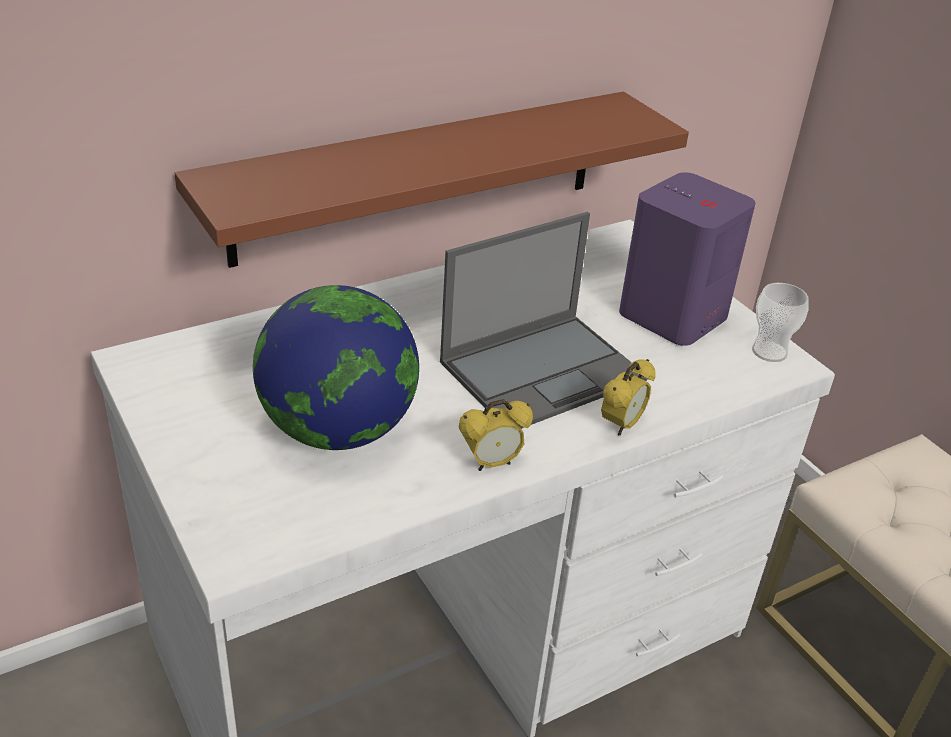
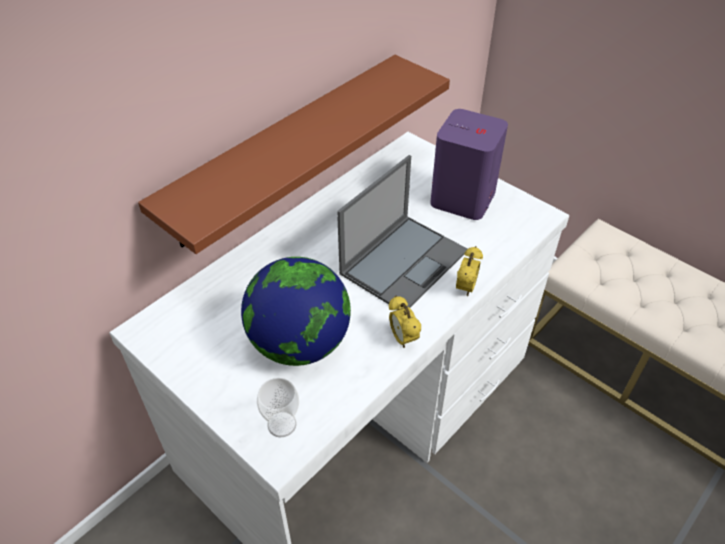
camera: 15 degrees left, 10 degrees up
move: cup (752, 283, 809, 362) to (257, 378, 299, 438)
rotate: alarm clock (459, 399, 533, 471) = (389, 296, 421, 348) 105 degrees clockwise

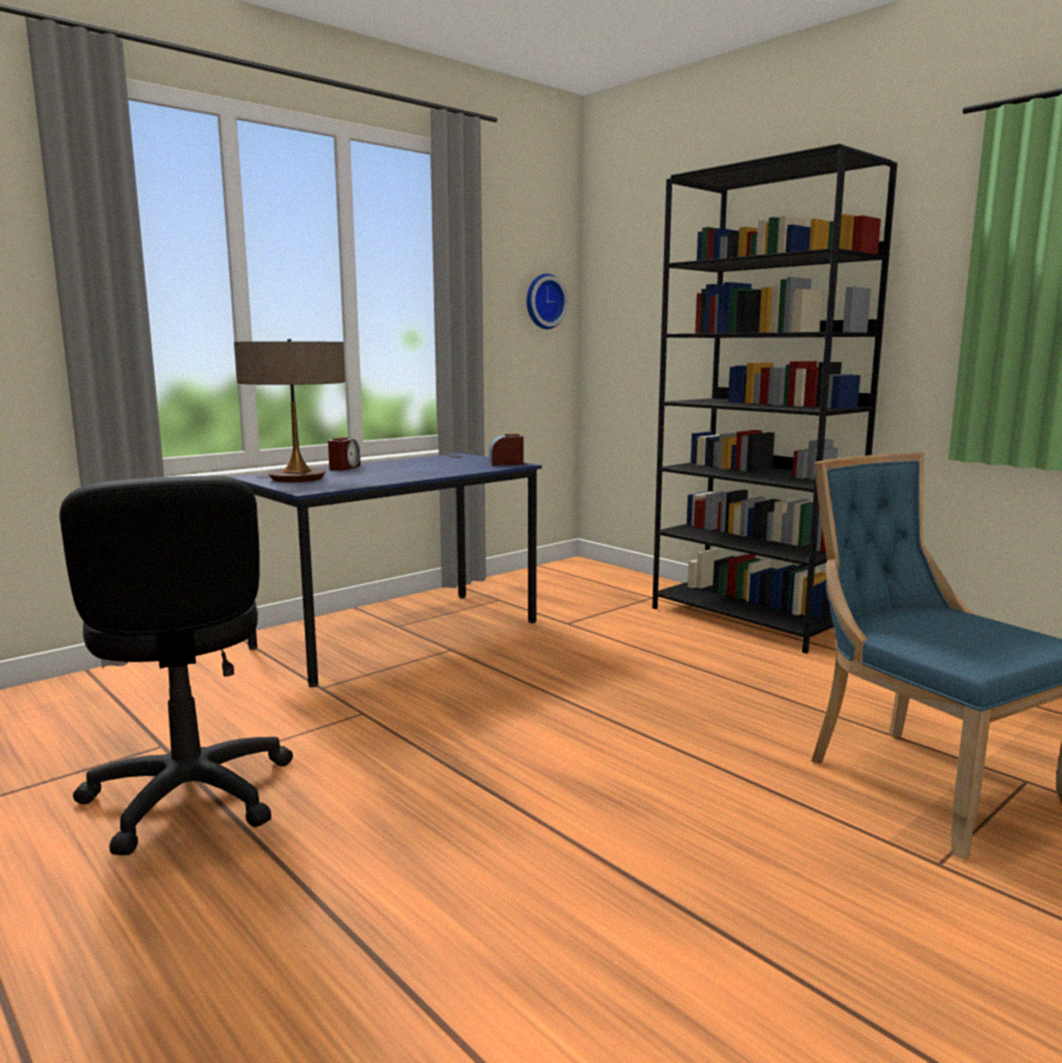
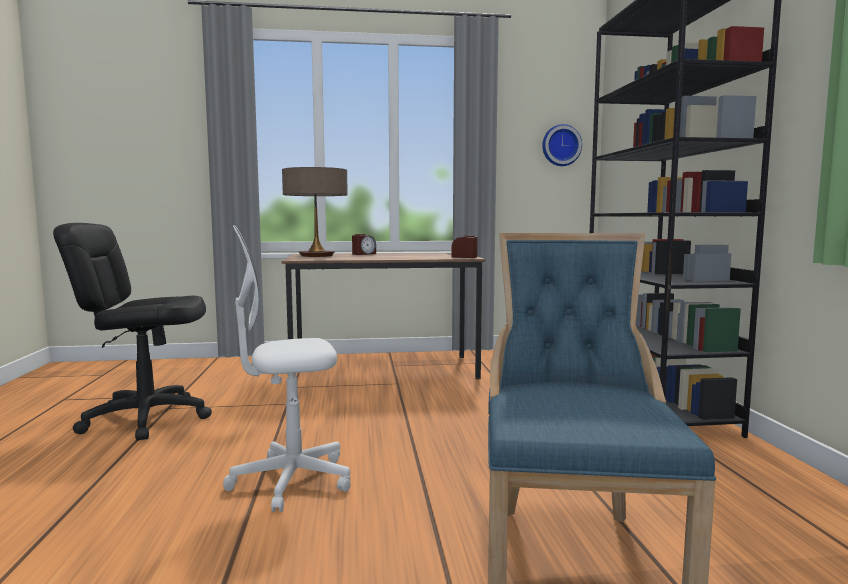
camera: 35 degrees right, 5 degrees down
insert: white office chair (223, 225, 351, 512)
recolor: blue desk (232, 453, 542, 687) to brown desk (282, 253, 486, 380)
rotate: black office chair (60, 476, 293, 856) = (53, 223, 212, 441) 75 degrees clockwise

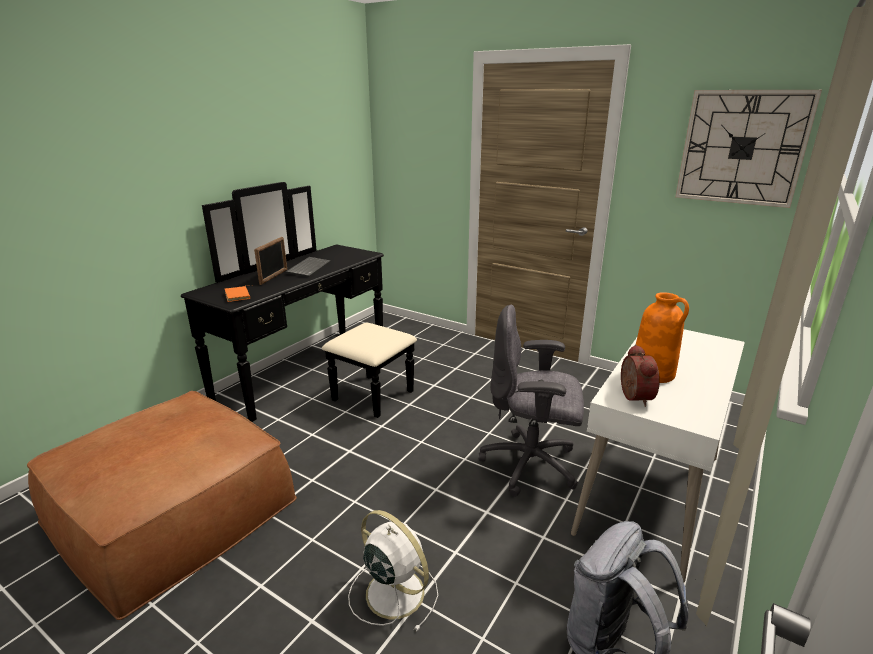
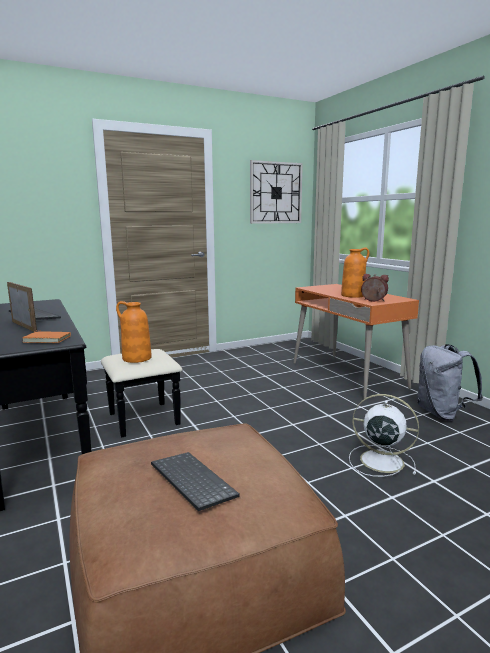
camera: 60 degrees left, 10 degrees down
delete: grey office chair (479, 305, 584, 497)
insert: orange vase (116, 301, 152, 363); keyboard (151, 452, 240, 511)
recolor: white desk (571, 329, 745, 583) to orange desk (293, 284, 419, 399)
rotate: white fan (348, 510, 438, 631) = (349, 394, 419, 477) 45 degrees clockwise

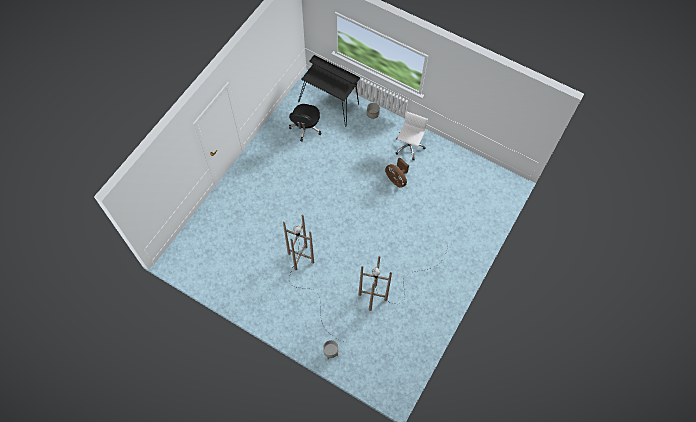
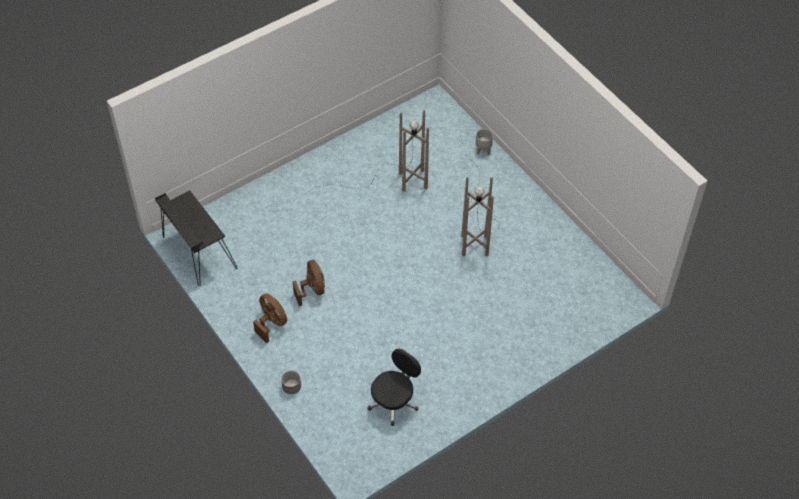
camera: 155 degrees left, 10 degrees down
move: black desk (298, 55, 360, 126) to (155, 190, 237, 286)
replace: white office chair (396, 111, 428, 160) to brown fan (253, 293, 287, 343)

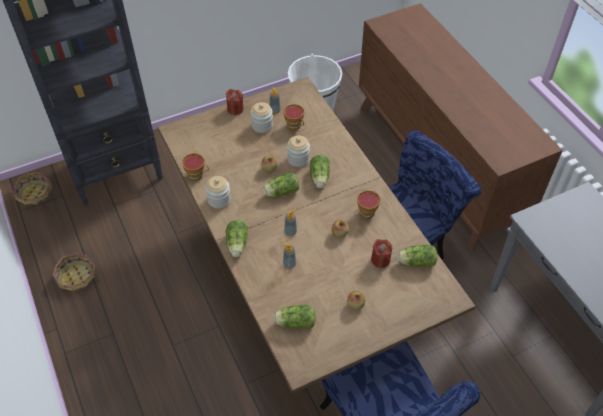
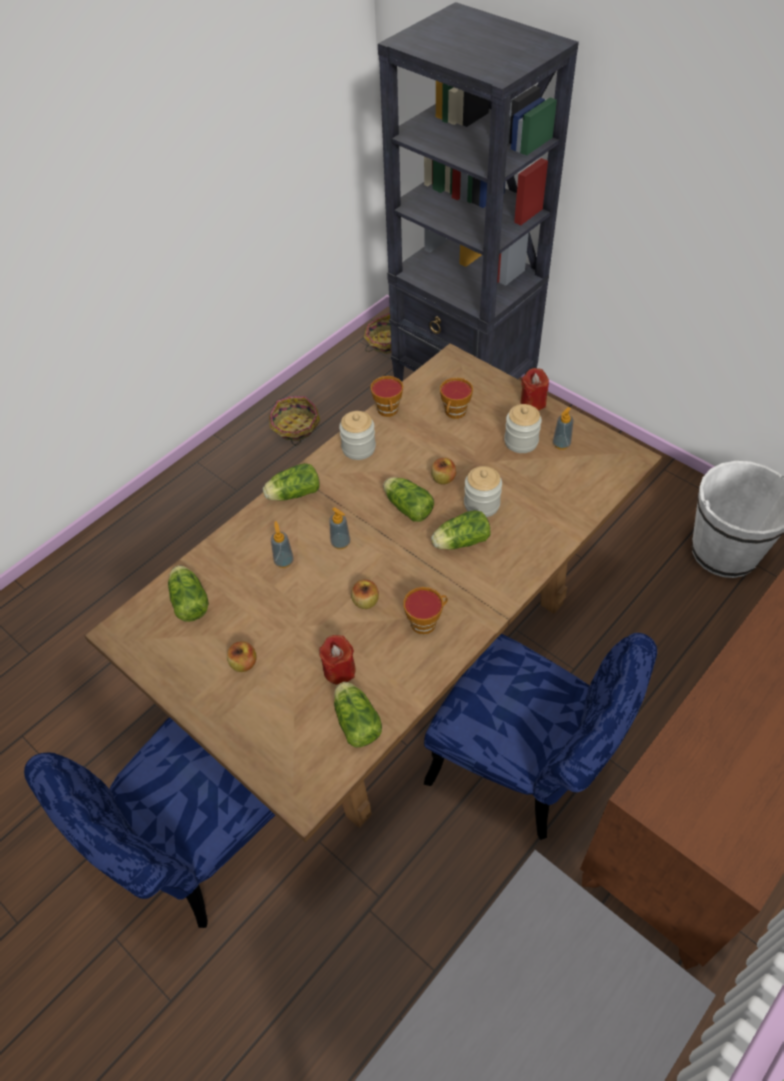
camera: 70 degrees right, 0 degrees up
move: cup (283, 104, 304, 131) to (440, 377, 473, 419)

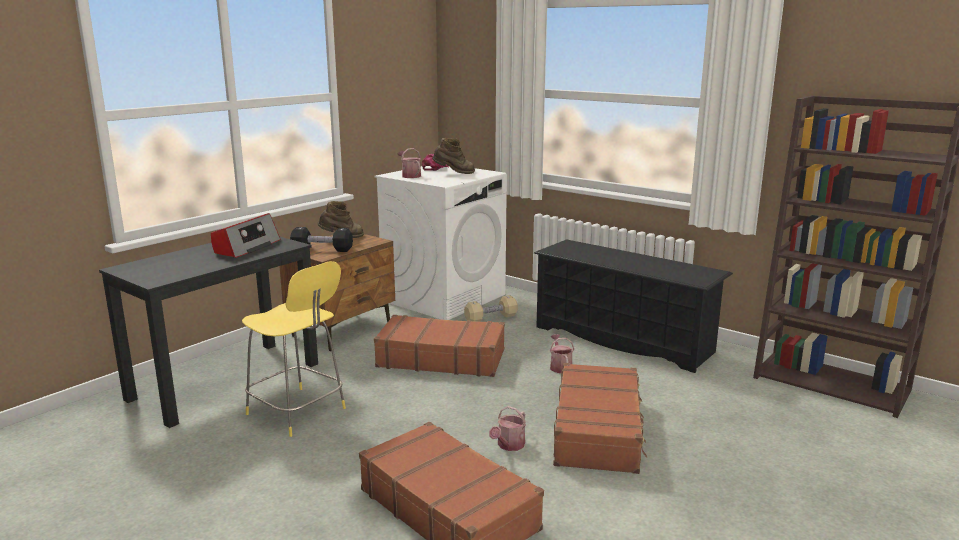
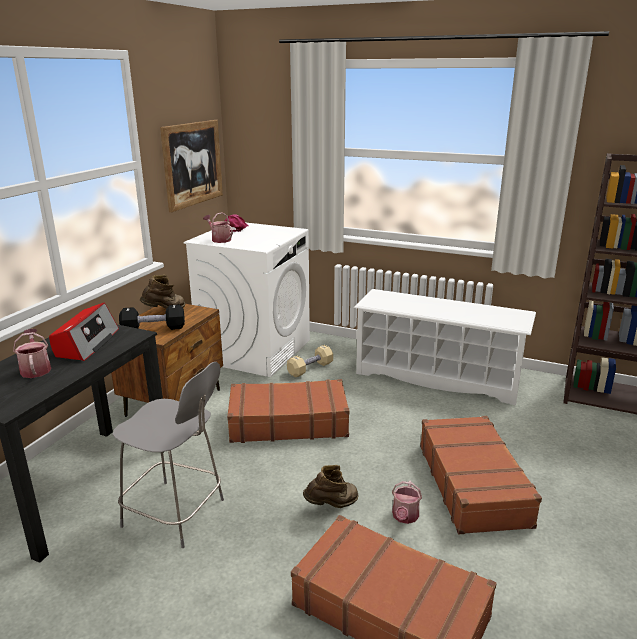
camera: 15 degrees left, 5 degrees up
insert: picture (160, 120, 223, 212)
move: brown boot (432, 138, 475, 174) to (303, 465, 359, 508); watering can (550, 334, 574, 374) to (13, 329, 51, 378)
recolor: black shoe rack (534, 239, 733, 373) to white shoe rack (354, 289, 536, 405); yellow stool (242, 261, 346, 437) to grey stool (113, 362, 224, 548)

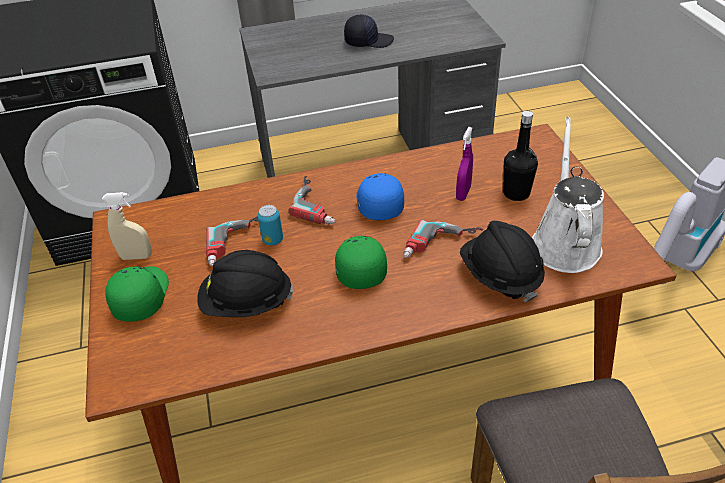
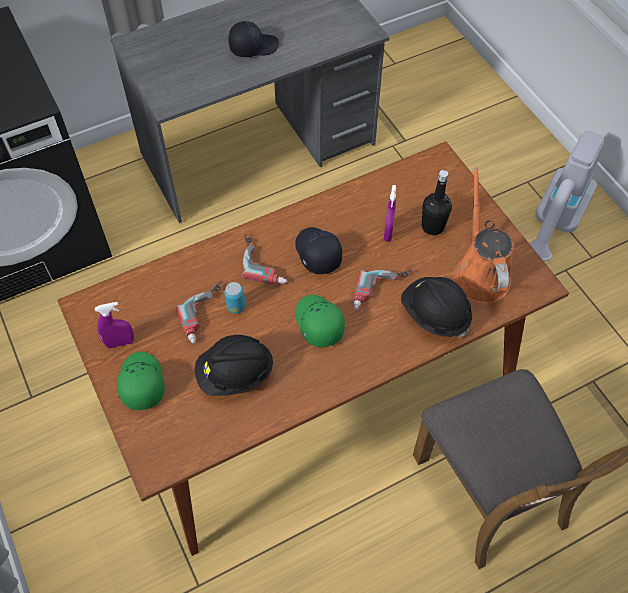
camera: 15 degrees left, 15 degrees up
recolor: white watering can (532, 117, 604, 273) to orange watering can (453, 168, 513, 304); blue cap (356, 173, 404, 220) to black cap (295, 227, 342, 274); beige spray bottle (102, 192, 152, 260) to purple spray bottle (95, 302, 134, 348)

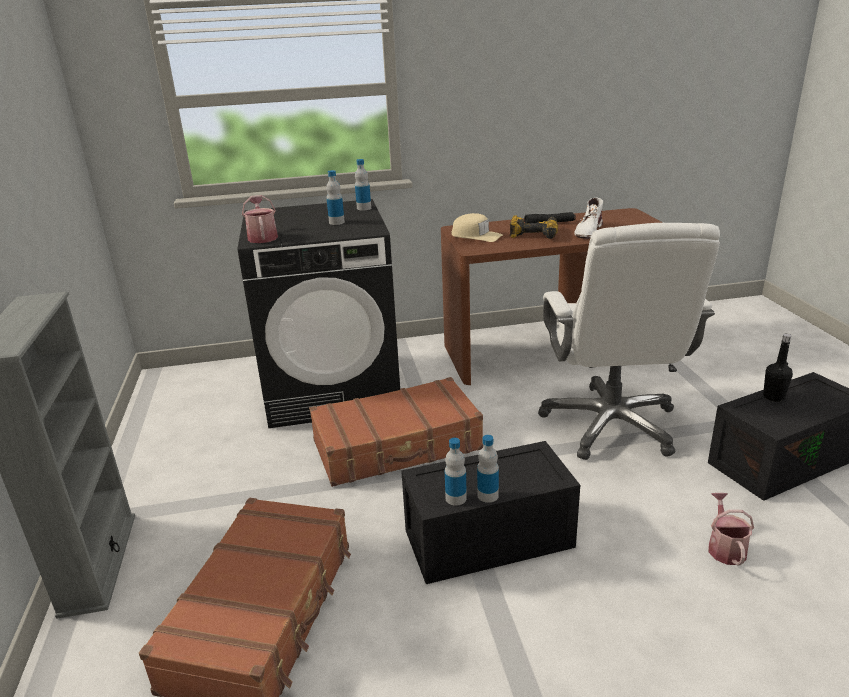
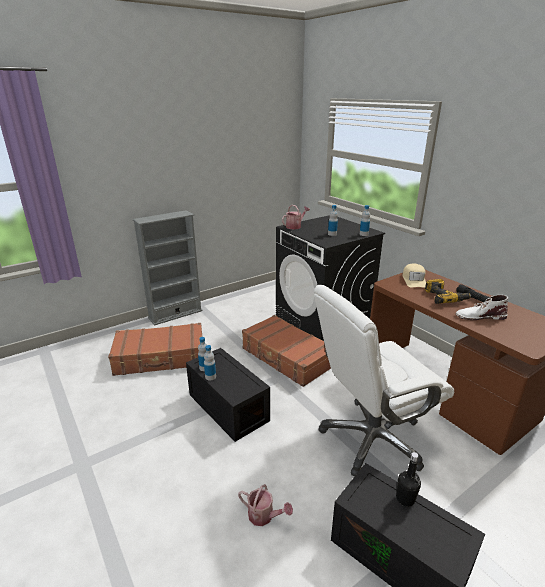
camera: 65 degrees right, 0 degrees up
rotate: watering can (708, 493, 754, 566) = (238, 484, 293, 526) 45 degrees clockwise

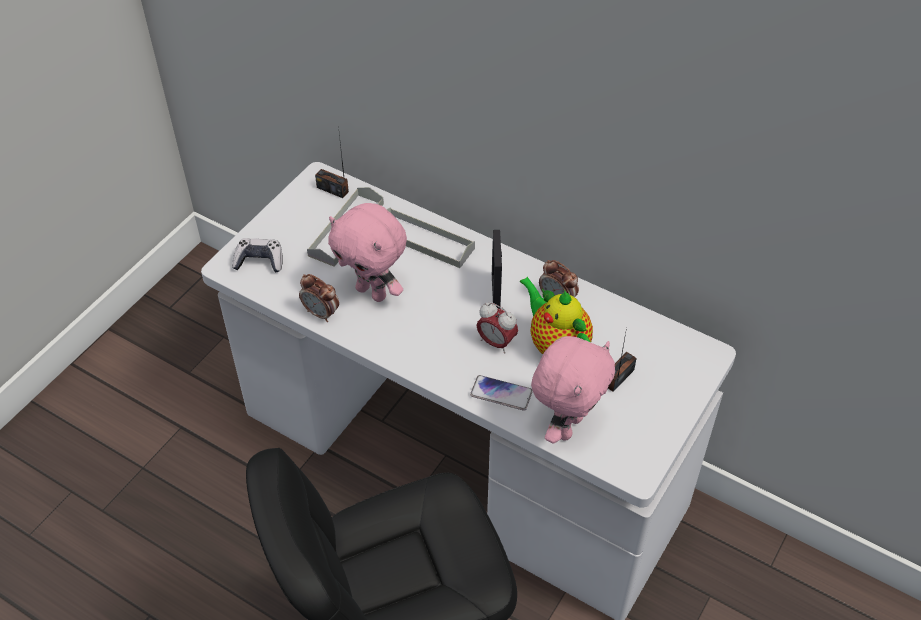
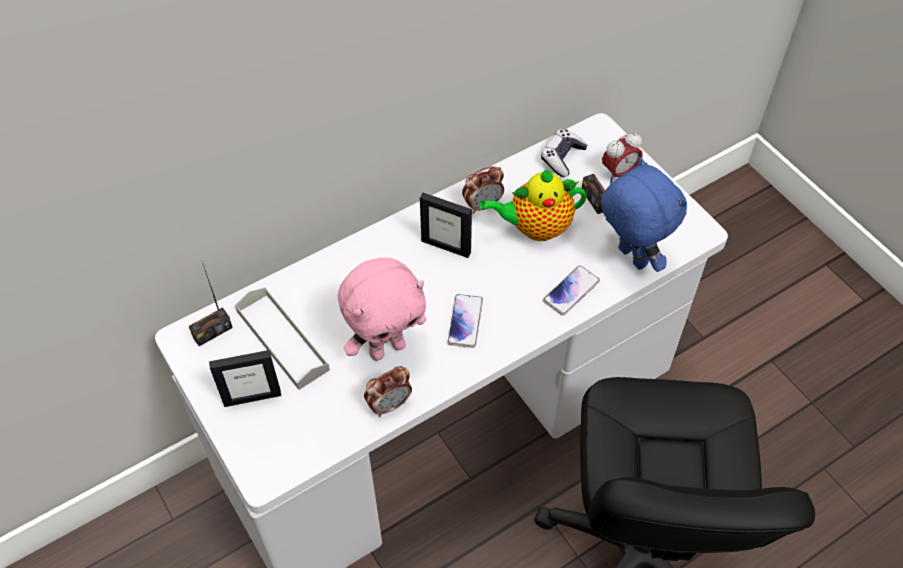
camera: 65 degrees left, 5 degrees up
delete: grey tray (387, 207, 475, 268)
insert: phone (448, 294, 483, 348); picture frame (209, 350, 281, 407)
move: game controller (232, 238, 282, 273) to (541, 129, 588, 177); alarm clock (477, 303, 518, 353) to (602, 132, 643, 182)
recolor: pink plush toy (531, 336, 615, 443) to blue plush toy (601, 157, 687, 272)

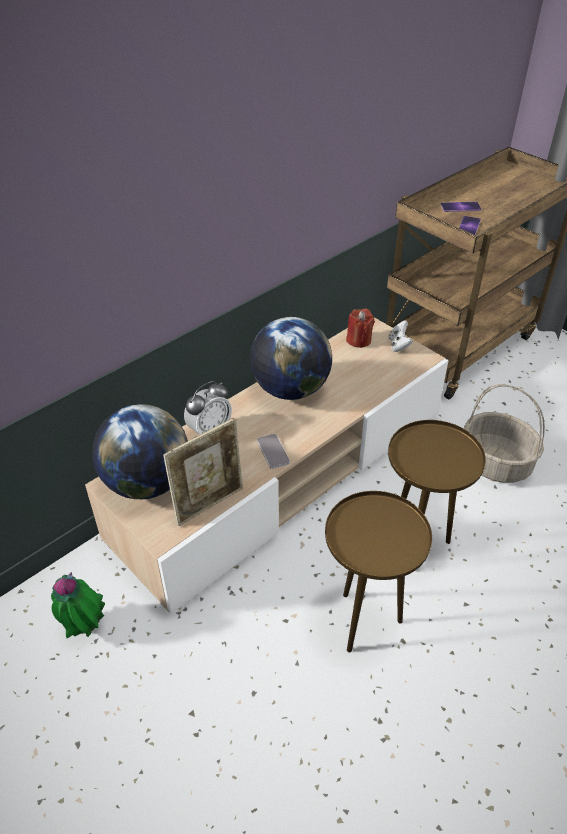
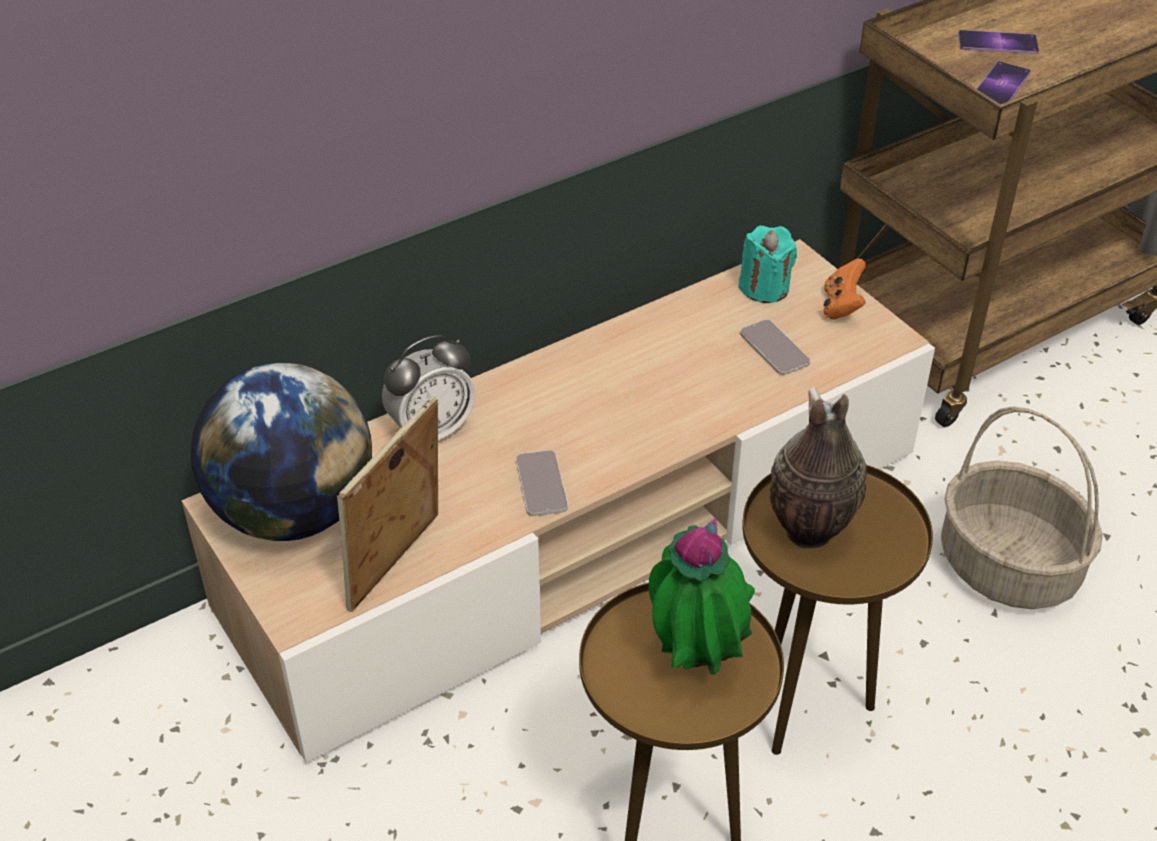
camera: 10 degrees right, 0 degrees up
delete: globe (250, 317, 332, 400)
insert: phone (740, 319, 810, 375); vase (769, 387, 867, 549)
move: potted plant (51, 572, 105, 638) to (649, 518, 755, 675)
recolor: red candle (346, 308, 375, 348) to turquoise candle (738, 226, 797, 303); white game controller (388, 320, 413, 352) to orange game controller (824, 259, 866, 320)
rotate: picture frame (163, 418, 243, 526) = (337, 396, 438, 612) 150 degrees clockwise

